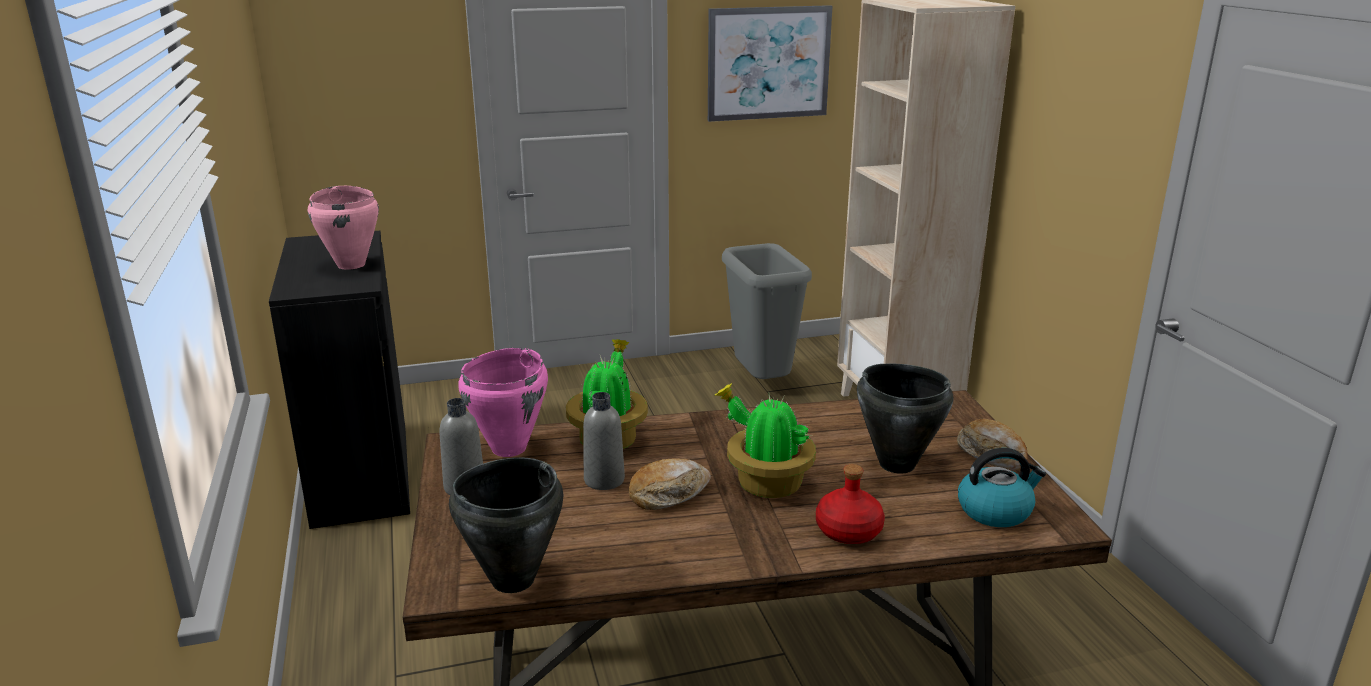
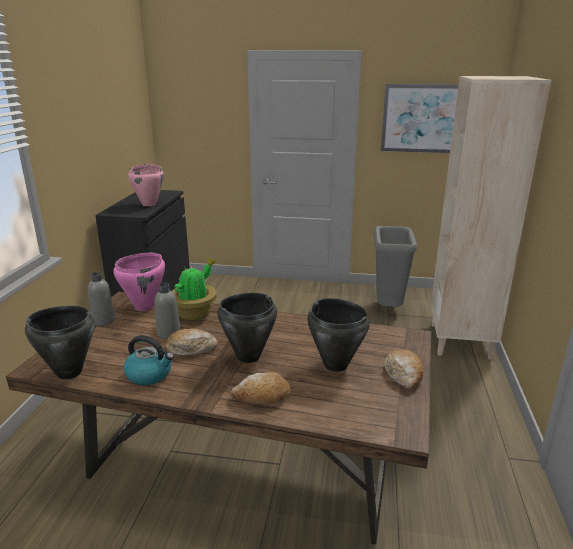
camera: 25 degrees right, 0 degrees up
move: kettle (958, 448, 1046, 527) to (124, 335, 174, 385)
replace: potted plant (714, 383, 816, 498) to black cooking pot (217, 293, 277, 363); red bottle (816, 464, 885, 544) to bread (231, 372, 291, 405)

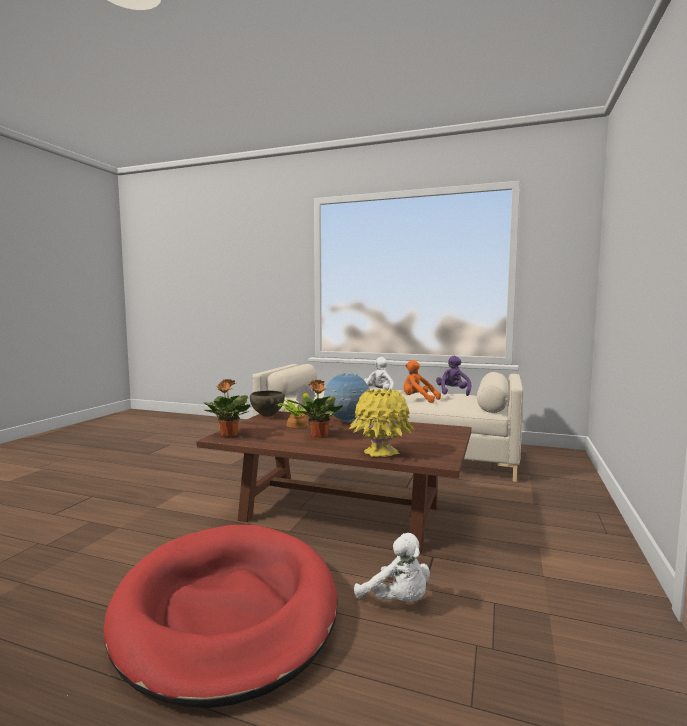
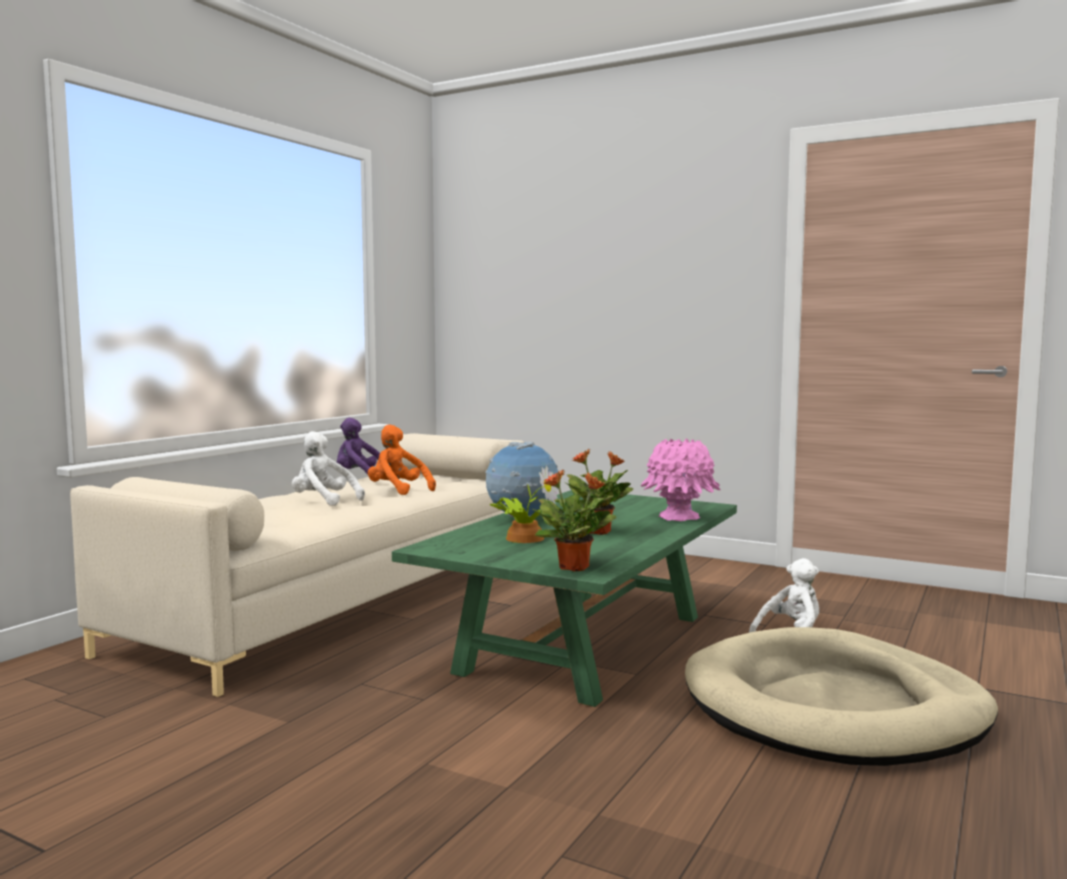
camera: 80 degrees left, 0 degrees up
delete: brown bowl (250, 390, 285, 417)
recolor: yellow vase (349, 388, 414, 457) to pink vase (641, 438, 721, 521); brown coffee table (197, 411, 471, 553) to green coffee table (392, 490, 737, 707); red dog bed (104, 525, 338, 708) to beige dog bed (685, 627, 998, 766)
rotate: orange plush toy (404, 360, 441, 403) = (368, 425, 436, 495) 90 degrees clockwise

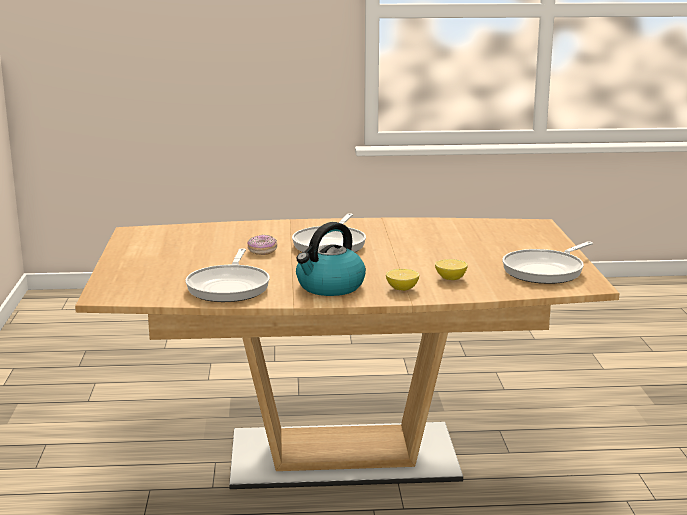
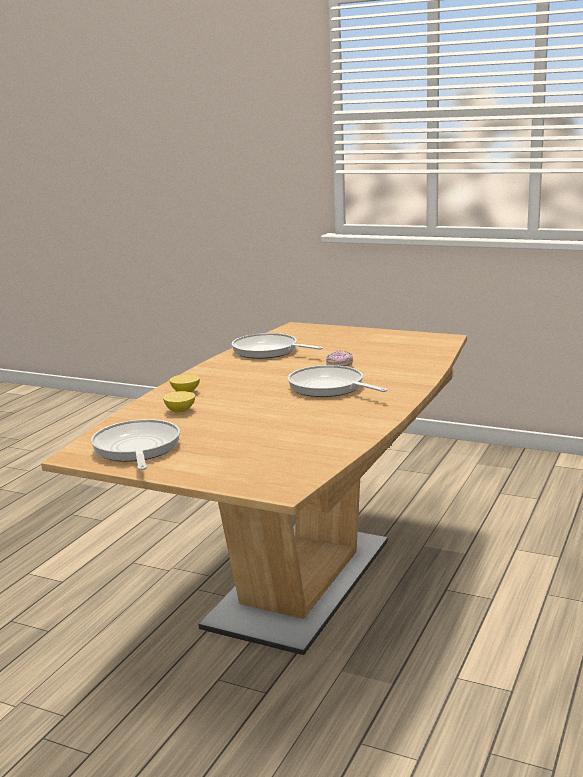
camera: 120 degrees right, 0 degrees up
delete: kettle (296, 222, 366, 296)

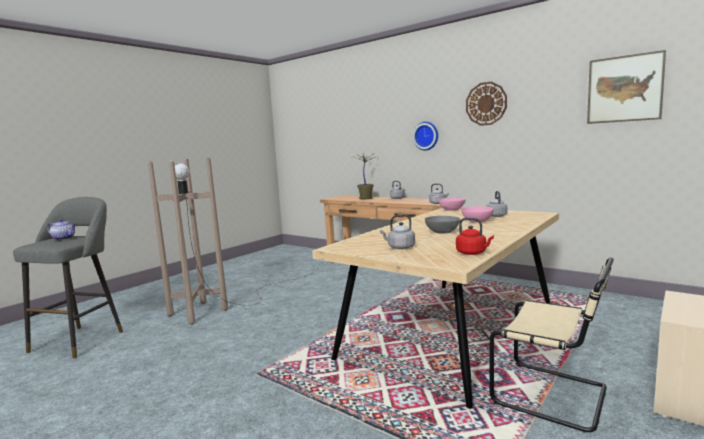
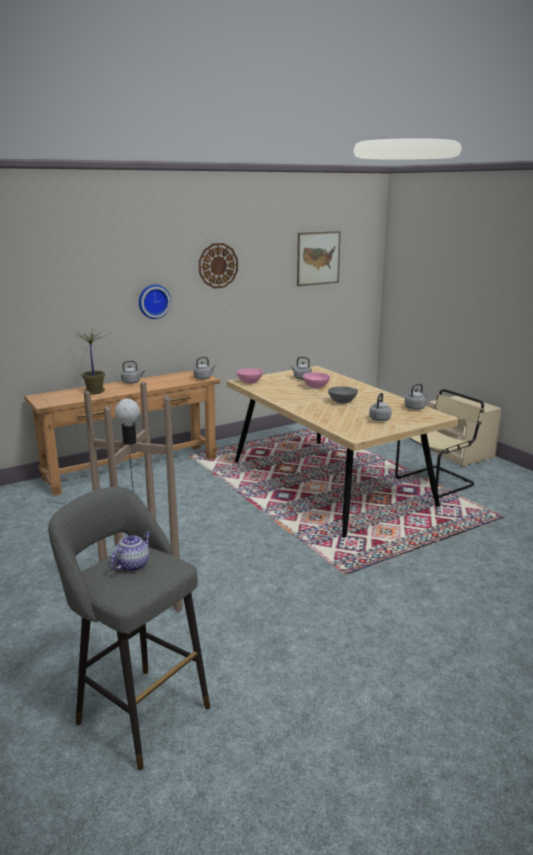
camera: 70 degrees left, 10 degrees up
recolor: red kettle (456, 217, 494, 255) to grey kettle (404, 383, 428, 410)

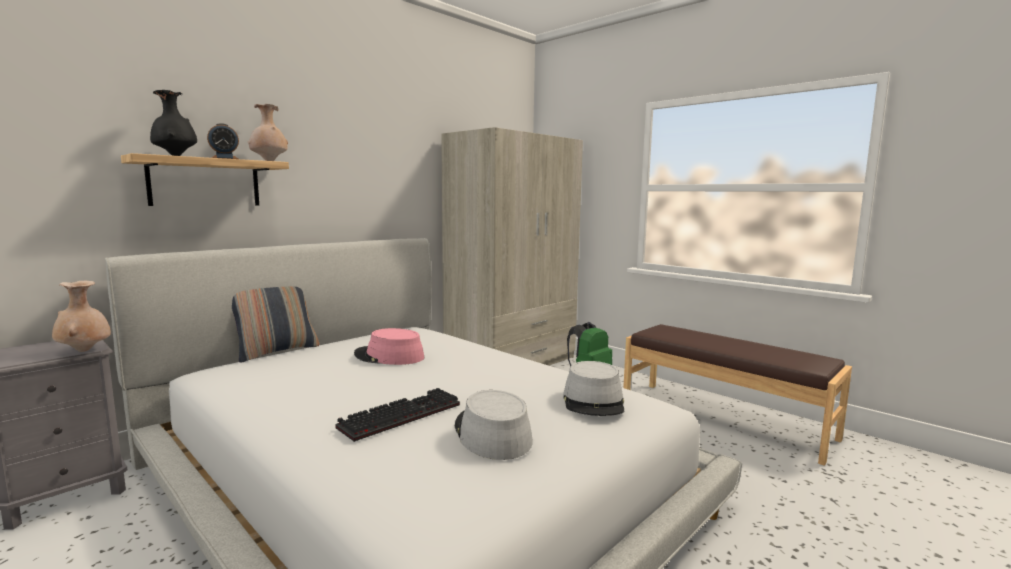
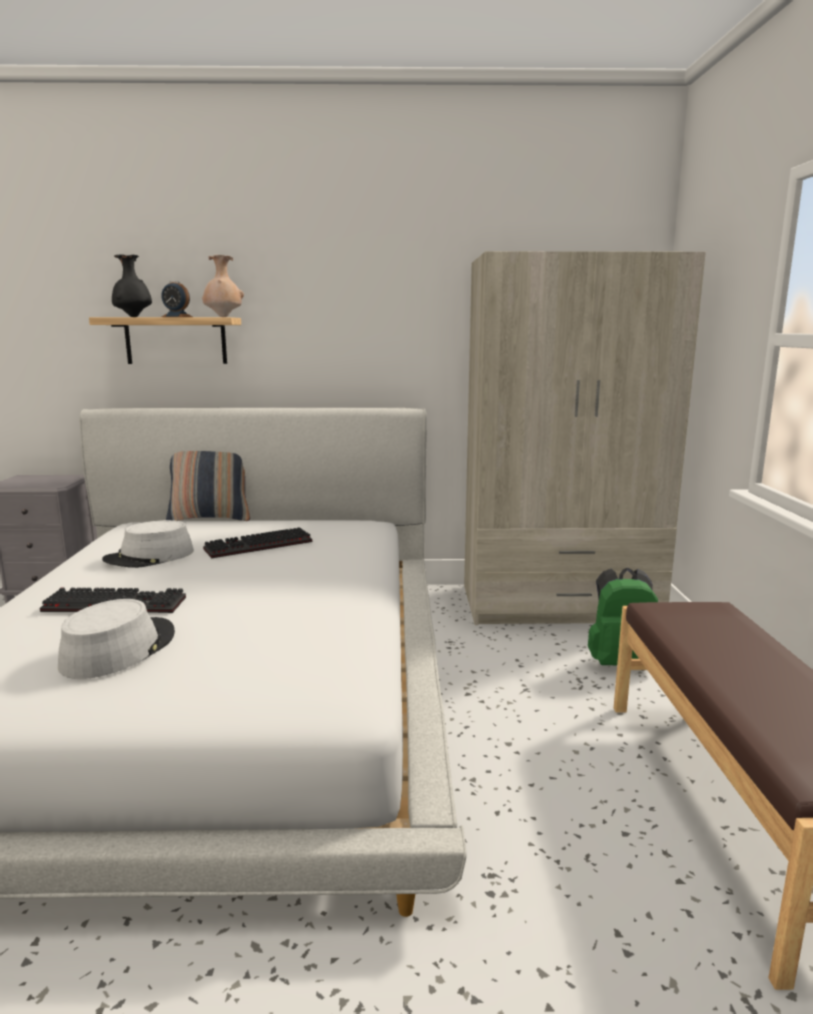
camera: 45 degrees right, 5 degrees up
delete: beige vase (52, 281, 111, 352)
move: grey hat (563, 361, 624, 416) to (102, 520, 194, 568)
replace: pink hat (354, 328, 424, 365) to keyboard (203, 527, 312, 558)

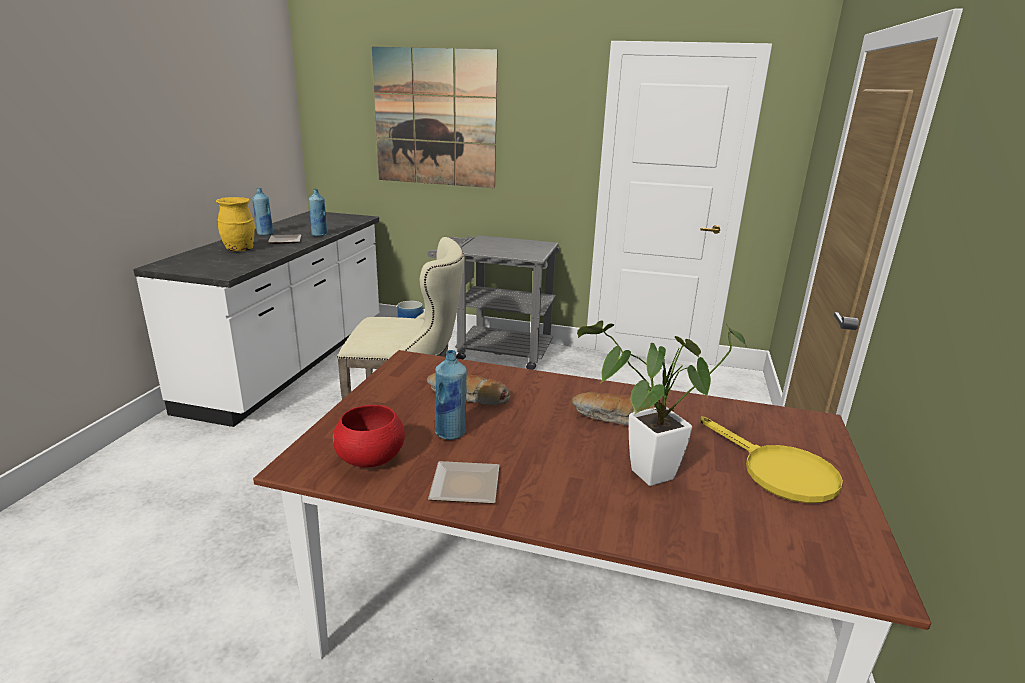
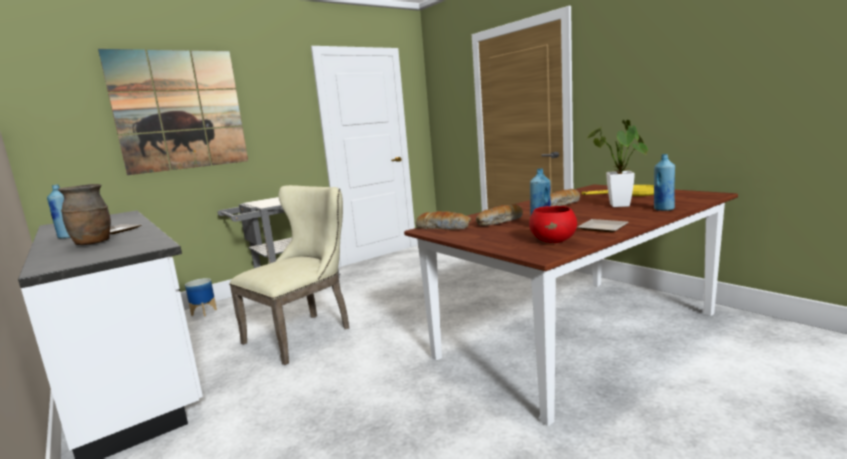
camera: 50 degrees left, 10 degrees down
insert: bread (416, 211, 471, 230)
move: blue bottle (308, 189, 327, 236) to (654, 154, 675, 211)
recolor: yellow vase (216, 197, 255, 251) to brown vase (58, 184, 111, 245)

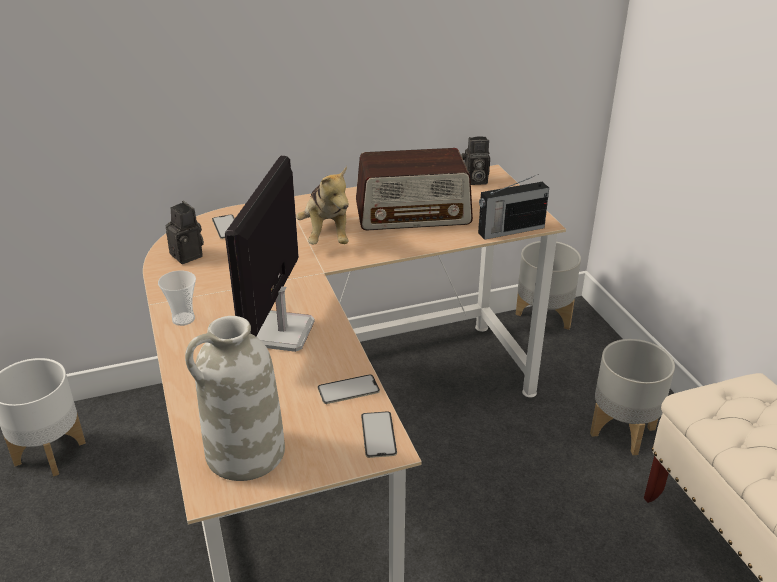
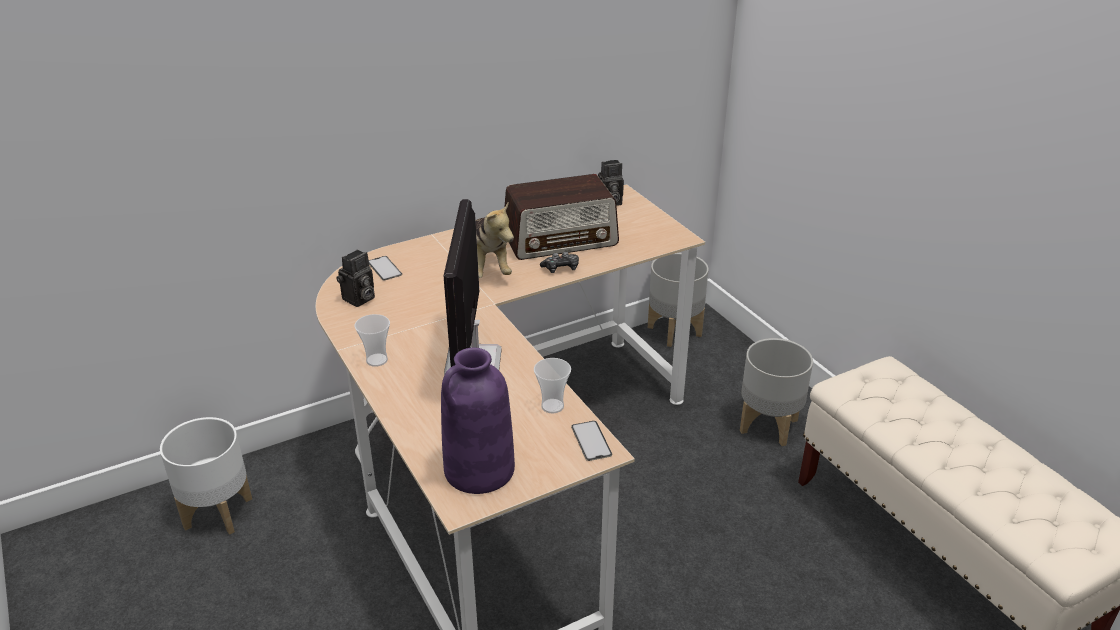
camera: 10 degrees left, 0 degrees up
delete: radio (478, 174, 549, 240)
insert: game controller (540, 252, 579, 273)
replace: phone (318, 374, 380, 404) to cup (534, 358, 571, 414)
recolor: white vase (185, 316, 285, 481) to purple vase (441, 348, 515, 494)
rotate: photo camera (166, 201, 204, 264) = (336, 250, 375, 307) 90 degrees clockwise

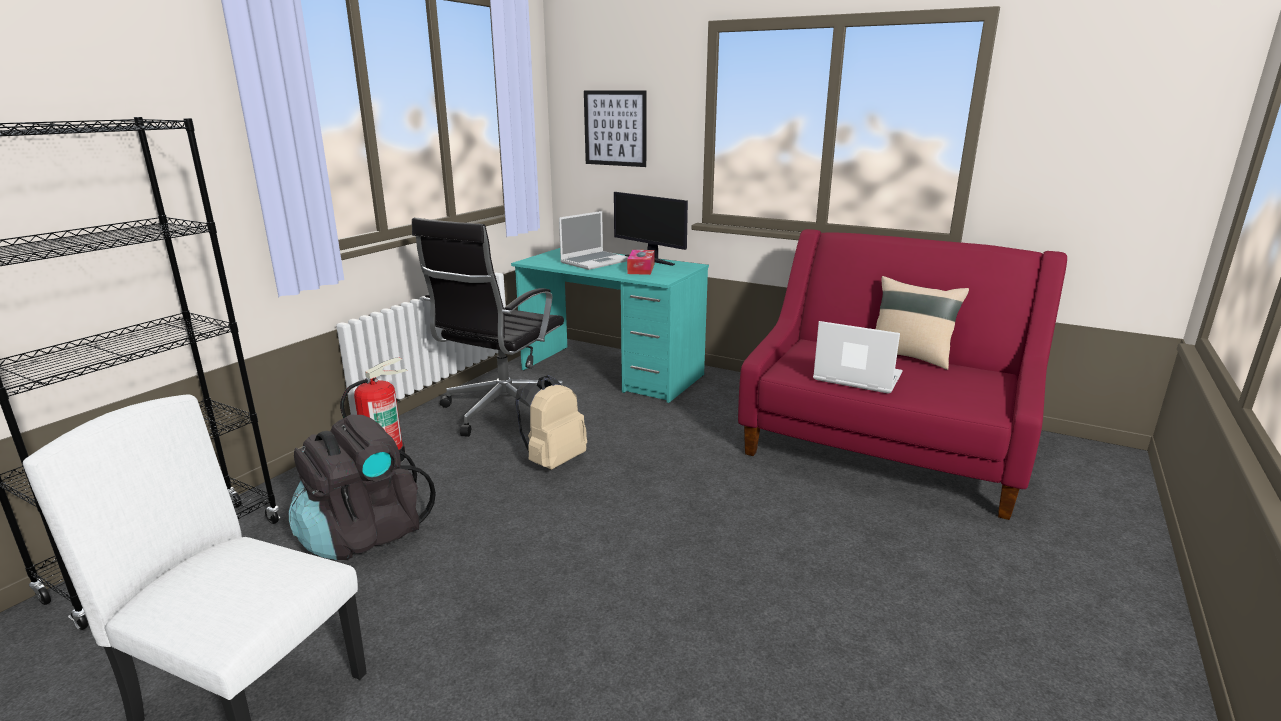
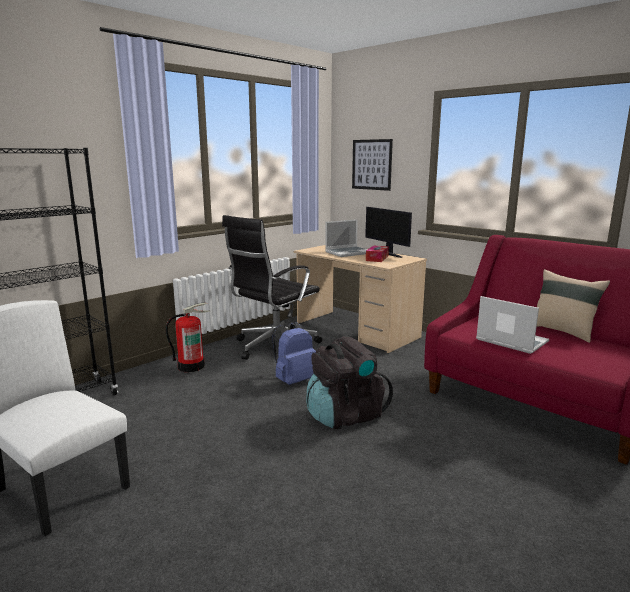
camera: 15 degrees right, 5 degrees down
move: black backpack (289, 415, 436, 560) to (306, 336, 393, 429)
recolor: turquoise desk (511, 248, 709, 403) to beige desk (294, 245, 427, 353); beige backpack (515, 375, 587, 470) to blue backpack (272, 322, 316, 385)

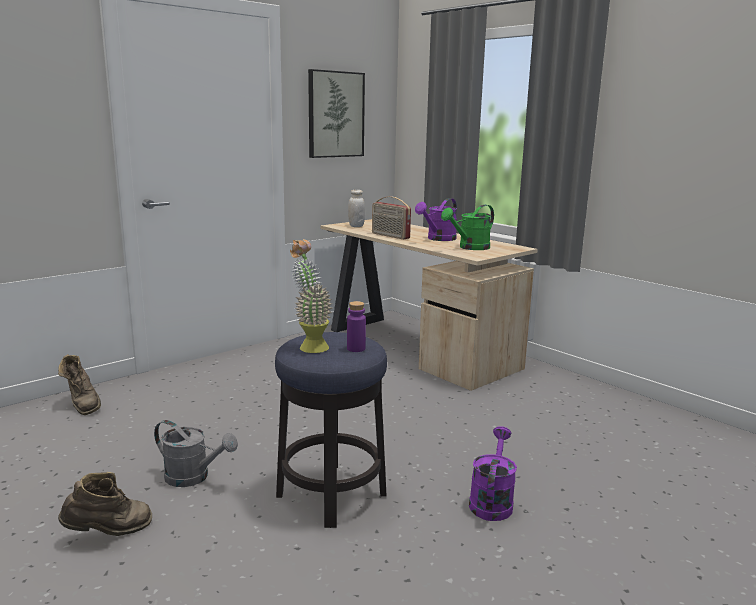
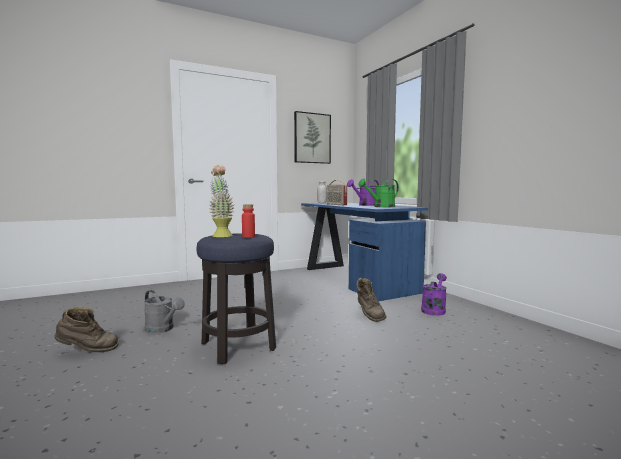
camera: 15 degrees right, 10 degrees down
move: brown boot (58, 354, 101, 415) to (356, 278, 386, 322); purple watering can (469, 426, 517, 521) to (421, 273, 447, 316)
recolor: beige desk (320, 219, 538, 391) to blue desk (301, 203, 428, 301); purple bottle (347, 301, 366, 352) to red bottle (242, 204, 255, 238)

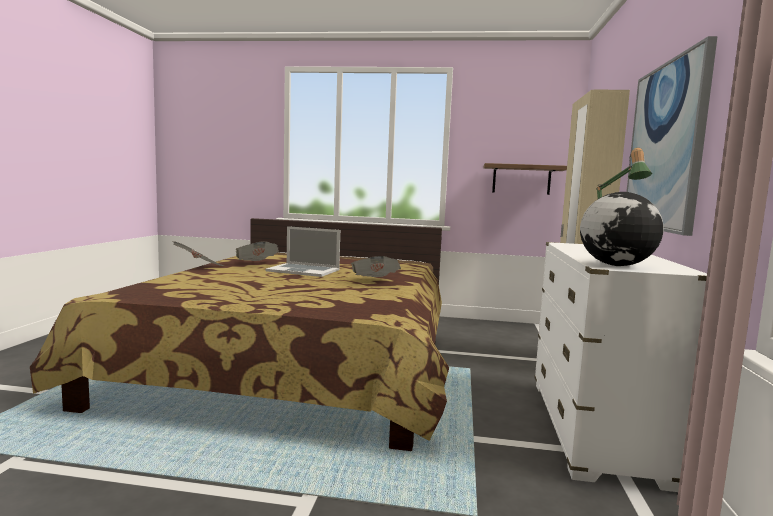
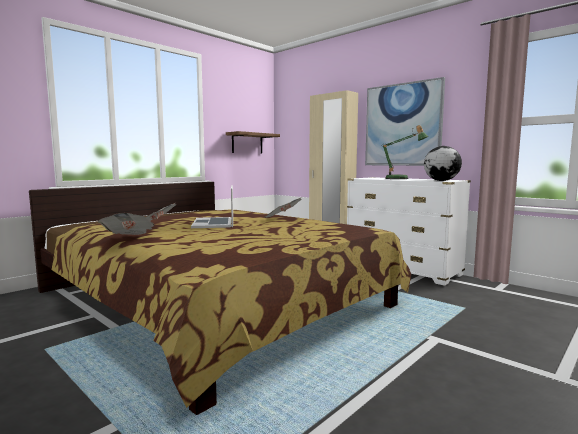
camera: 55 degrees left, 0 degrees up
rotate: laptop (265, 226, 340, 277) = (191, 185, 233, 228) 120 degrees clockwise

